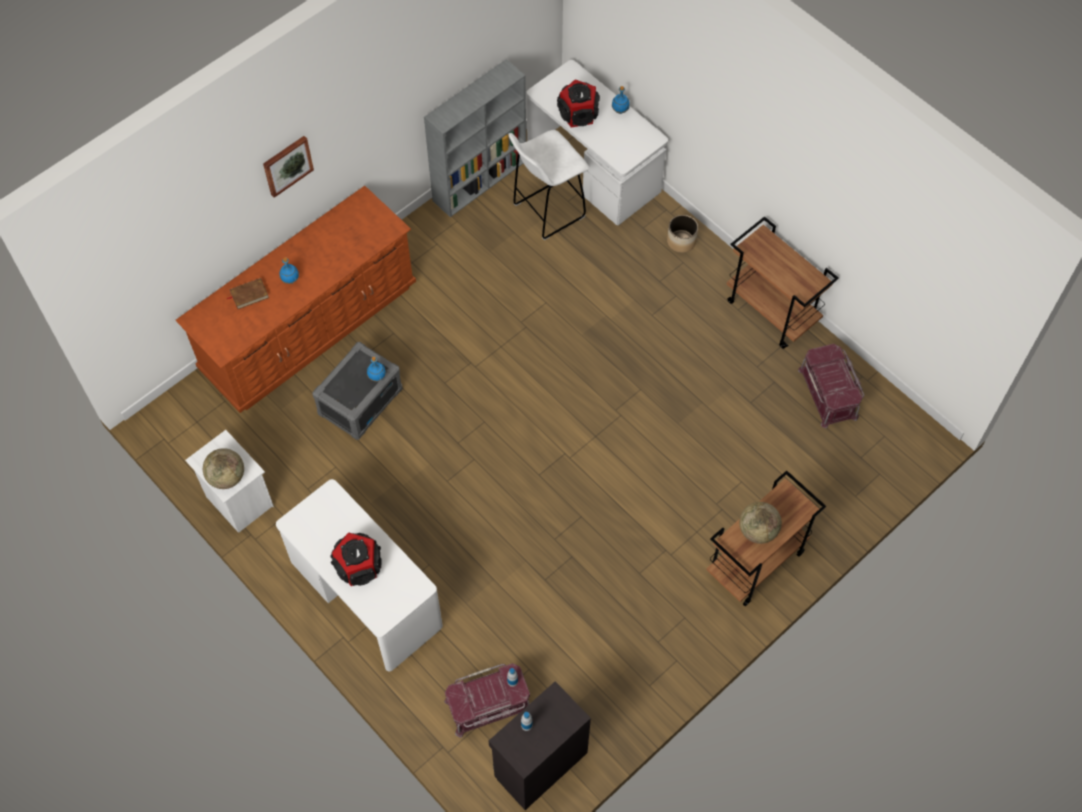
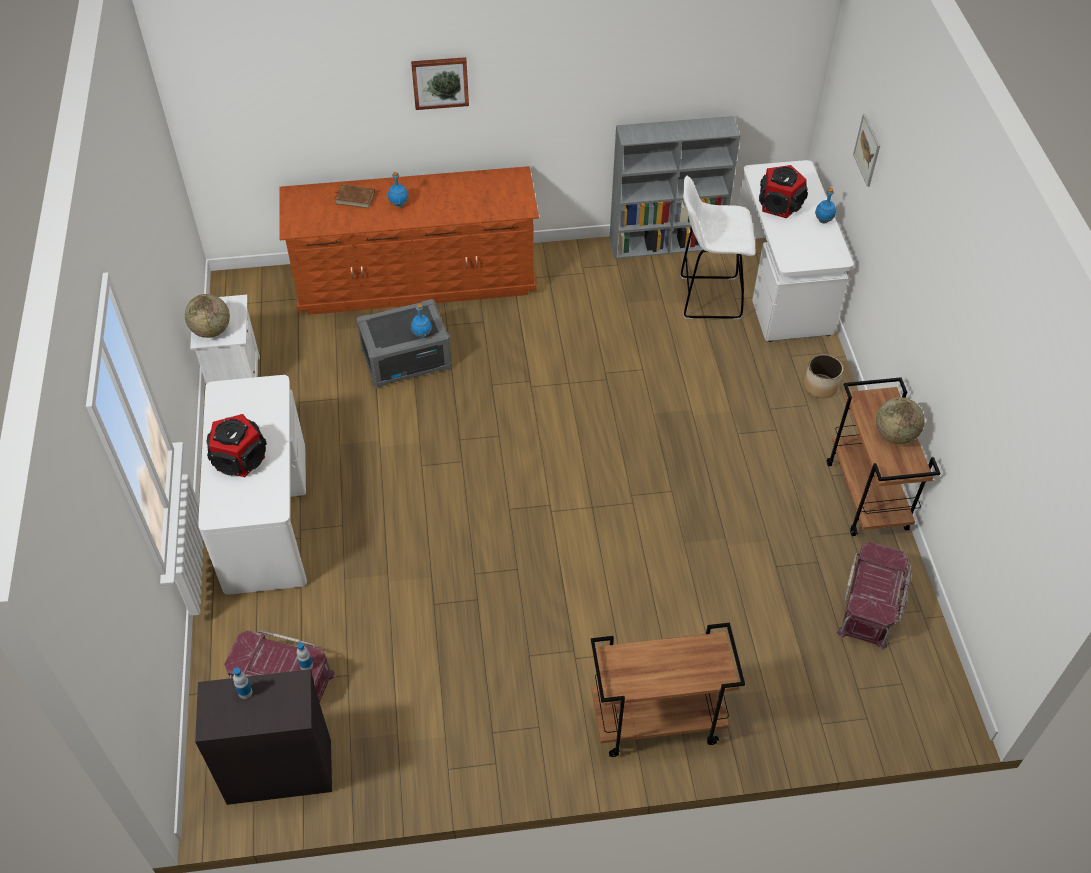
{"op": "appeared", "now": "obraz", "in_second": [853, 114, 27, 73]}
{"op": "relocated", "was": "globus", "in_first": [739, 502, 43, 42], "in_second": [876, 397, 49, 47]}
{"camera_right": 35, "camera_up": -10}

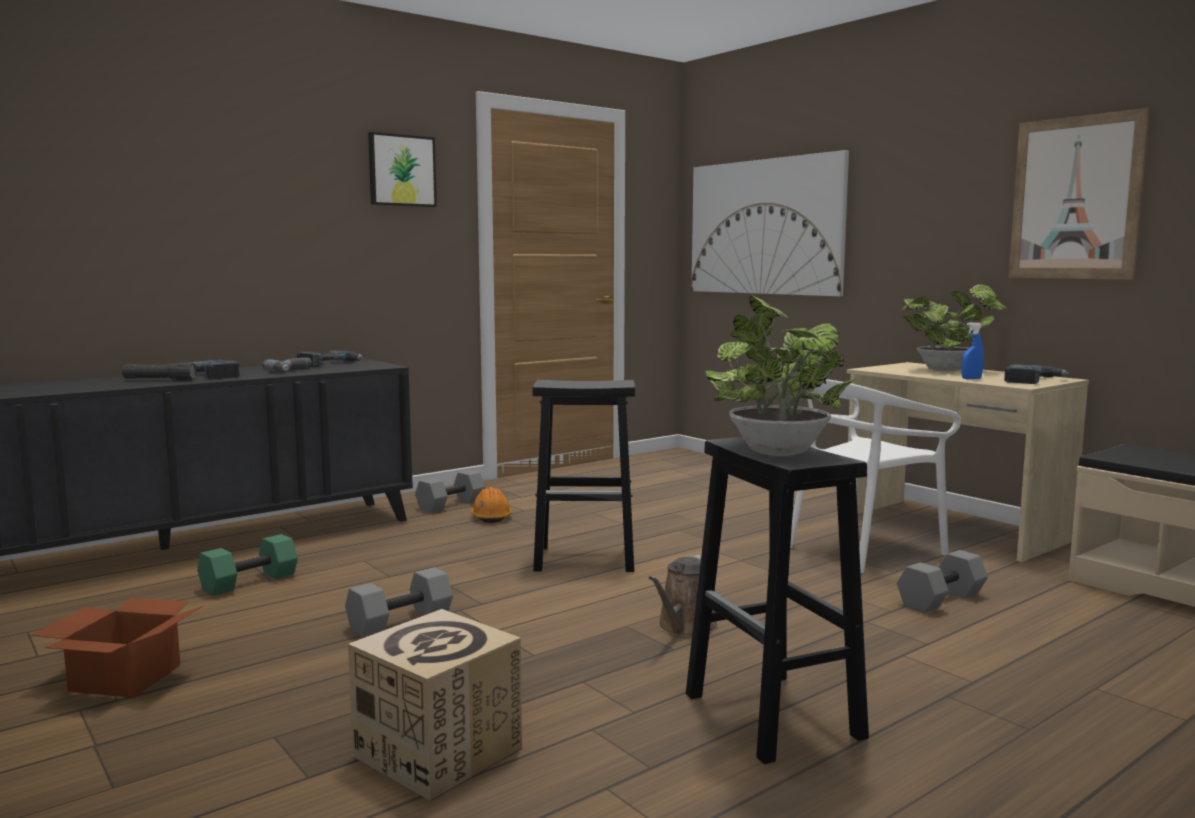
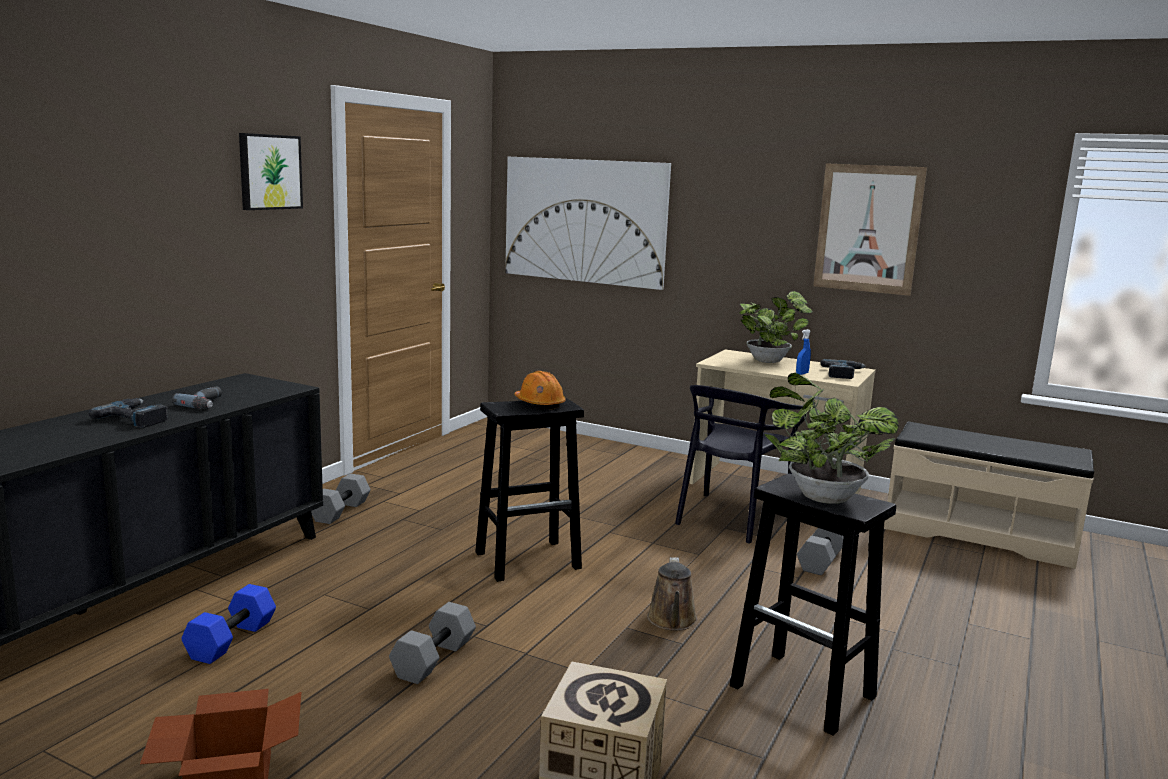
{"op": "colour", "was": "hantel (zielony)", "now": "hantel (niebieski)", "in_first": [197, 534, 101, 62], "in_second": [181, 584, 95, 80]}
{"op": "relocated", "was": "kask (pomarańczowy)", "in_first": [471, 487, 41, 36], "in_second": [514, 371, 52, 38]}
{"op": "colour", "was": "krzesło (biały)", "now": "krzesło (czarny)", "in_first": [790, 379, 171, 195], "in_second": [675, 385, 131, 158]}
{"op": "missing", "was": "latarka (czarny)", "in_first": [122, 362, 75, 19]}
{"op": "missing", "was": "wiertarka", "in_first": [297, 350, 67, 17]}
{"camera_right": -25, "camera_up": 5}

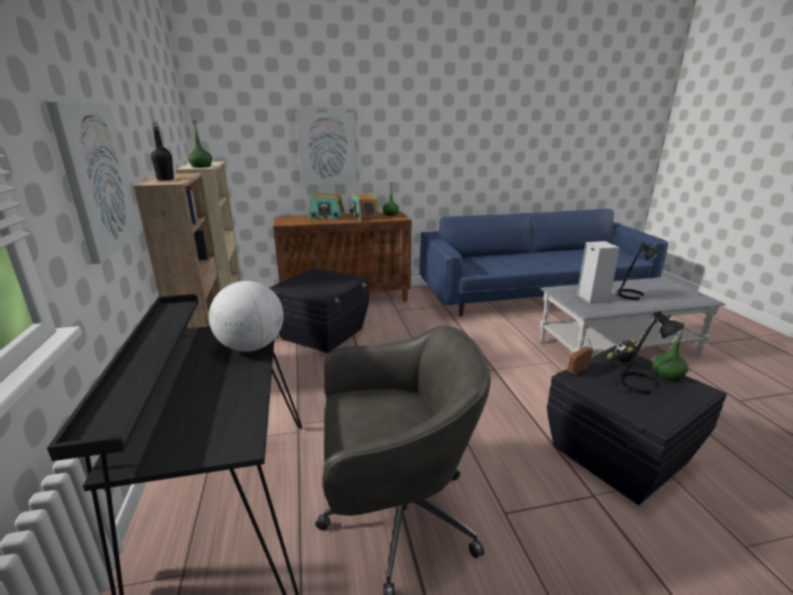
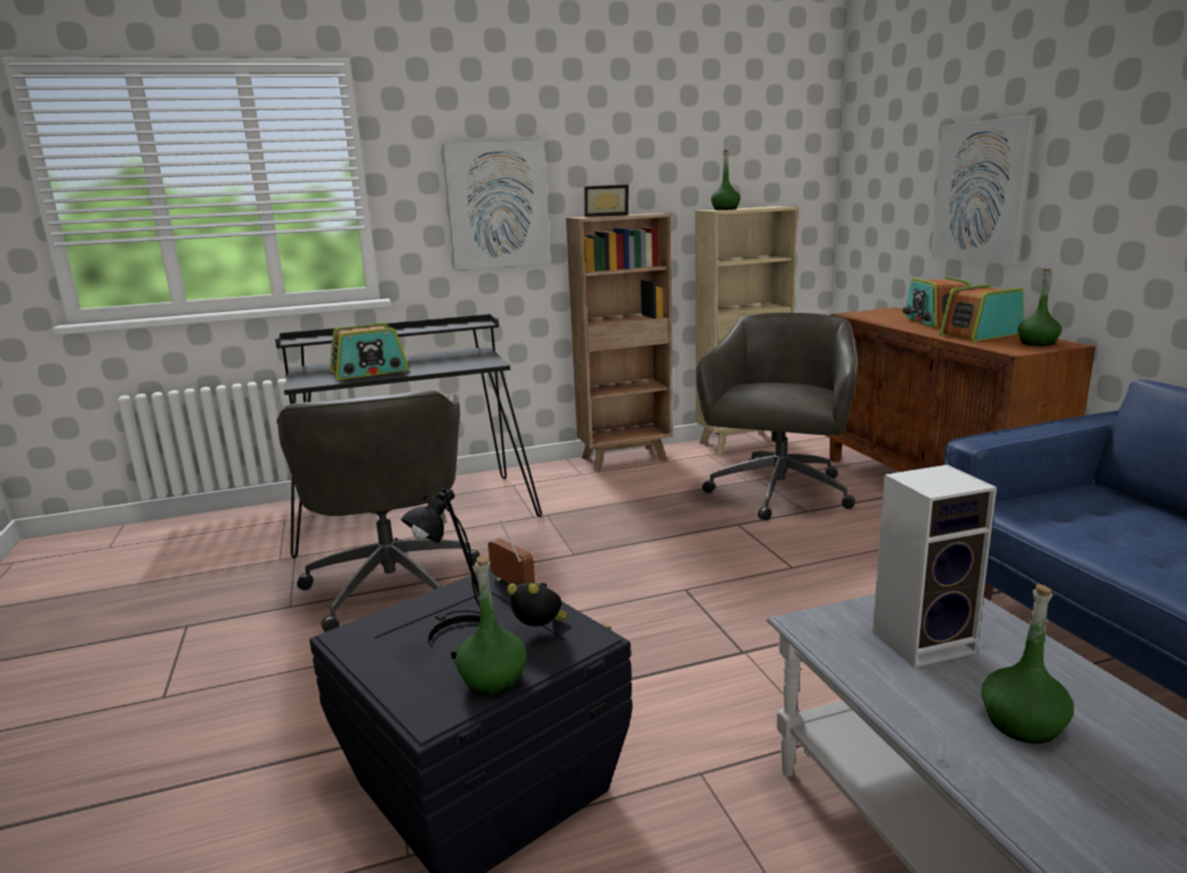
{"op": "appeared", "now": "radio", "in_second": [330, 323, 79, 57]}
{"op": "exchanged", "was": "butelka (czarny)", "now": "ramka na zdjęcie", "in_first": [150, 122, 24, 58], "in_second": [584, 185, 45, 32]}
{"op": "exchanged", "was": "pojemnik do przechowywania (czarny)", "now": "krzesło biurowe (szary)", "in_first": [269, 268, 100, 85], "in_second": [696, 313, 162, 208]}
{"op": "exchanged", "was": "lampa stołowa (czarny)", "now": "butelka (zielony)", "in_first": [616, 243, 44, 57], "in_second": [981, 584, 93, 160]}
{"op": "missing", "was": "globus", "in_first": [209, 281, 75, 71]}
{"camera_right": 85, "camera_up": -5}

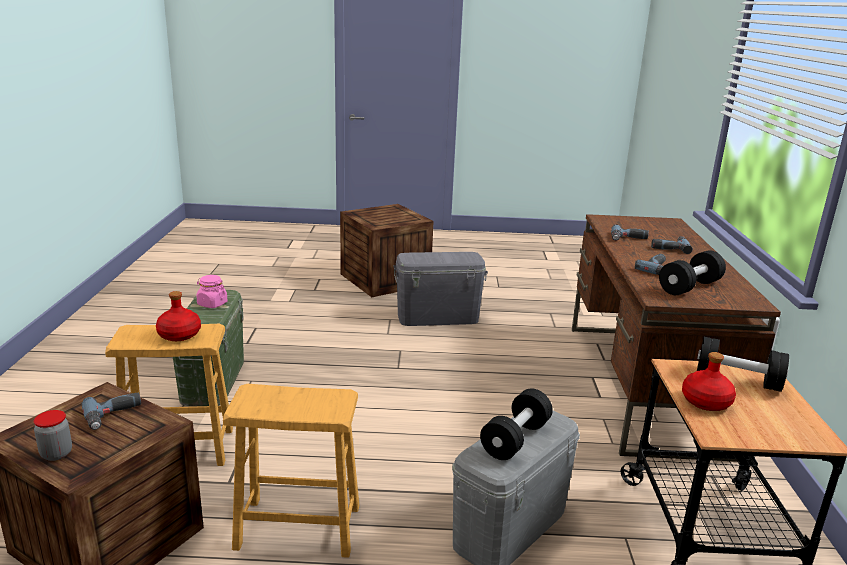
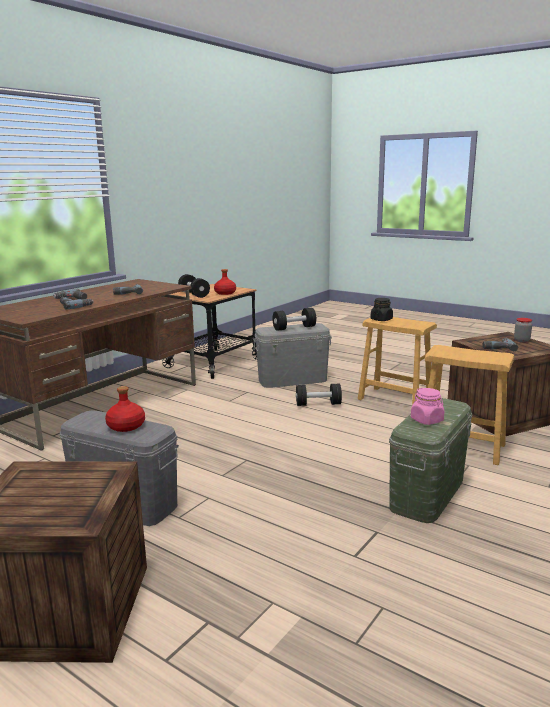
{"op": "relocated", "was": "butelka (czerwony)", "in_first": [156, 291, 45, 50], "in_second": [105, 386, 40, 46]}
{"op": "relocated", "was": "hantel (czarny)", "in_first": [659, 250, 67, 45], "in_second": [296, 383, 46, 23]}
{"op": "appeared", "now": "słoik (czarny)", "in_second": [371, 298, 22, 23]}
{"camera_right": -145, "camera_up": -5}

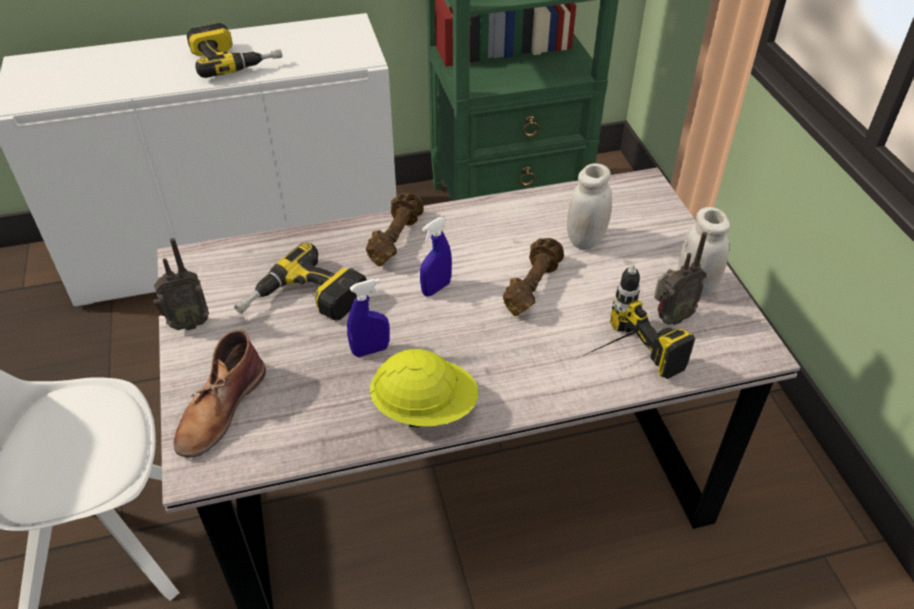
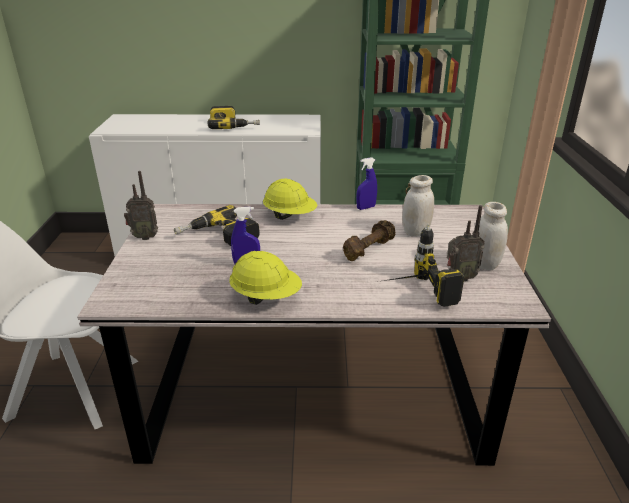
{"op": "exchanged", "was": "hantel (brązowy)", "now": "kask (żółty)", "in_first": [366, 193, 58, 73], "in_second": [263, 179, 54, 41]}
{"op": "relocated", "was": "spryskiwacz (niebieski)", "in_first": [420, 217, 32, 80], "in_second": [356, 157, 21, 53]}
{"op": "missing", "was": "but z cholewką (brązowy)", "in_first": [173, 330, 93, 128]}
{"camera_right": 15, "camera_up": -15}

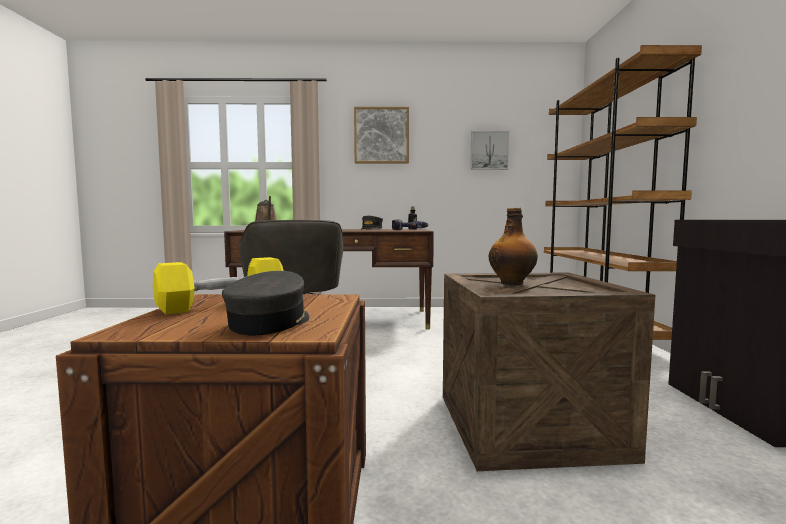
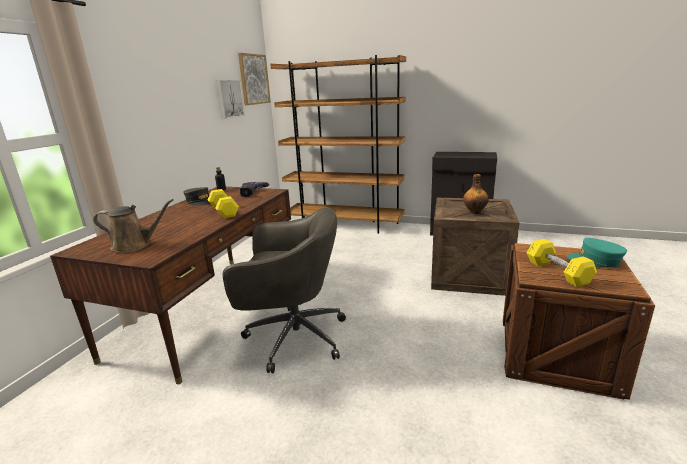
{"op": "appeared", "now": "hantel (żółty)", "in_second": [208, 189, 31, 29]}
{"op": "relocated", "was": "obraz", "in_first": [354, 107, 55, 56], "in_second": [238, 53, 33, 52]}
{"op": "colour", "was": "czapka z daszkiem (szary)", "now": "czapka z daszkiem (turkusowy)", "in_first": [222, 271, 87, 65], "in_second": [567, 238, 60, 29]}
{"camera_right": -70, "camera_up": 15}

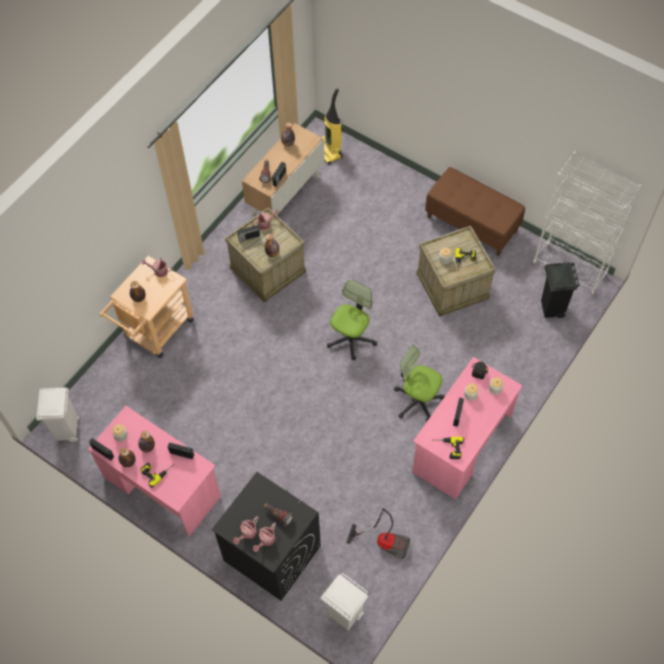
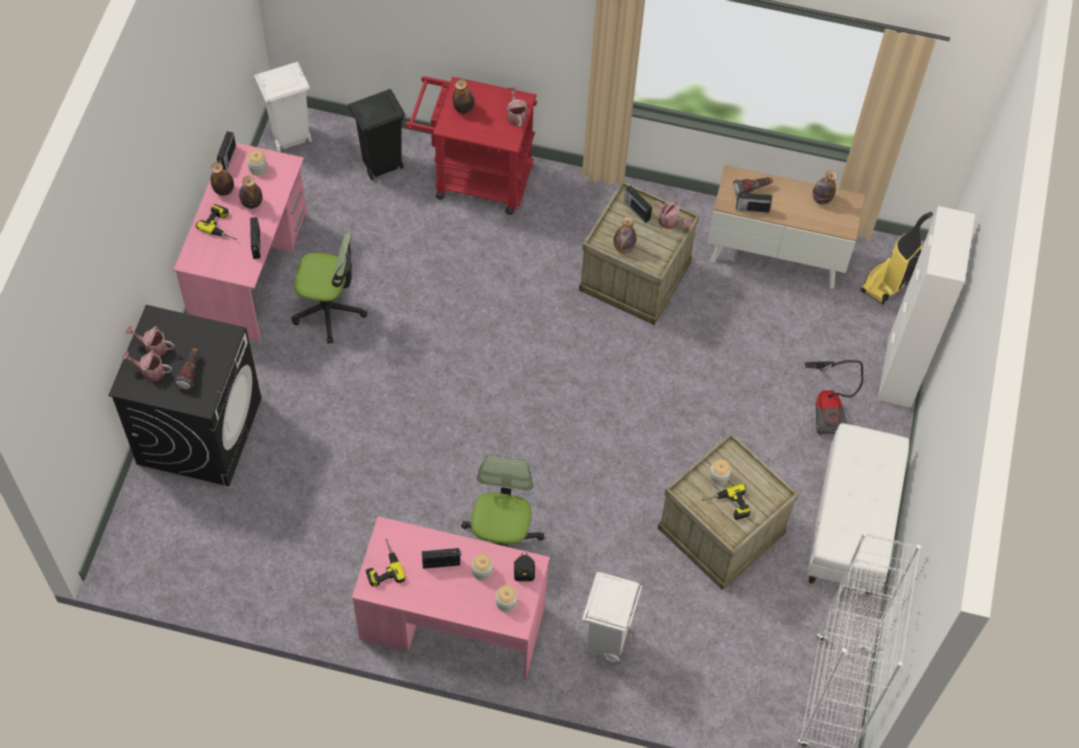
{"op": "relocated", "was": "krzesło biurowe", "in_first": [327, 279, 50, 81], "in_second": [291, 232, 76, 112]}
{"op": "relocated", "was": "kosz na śmieci (czarny)", "in_first": [541, 262, 39, 56], "in_second": [348, 89, 57, 91]}
{"op": "colour", "was": "wózek (beżowy)", "now": "wózek (czerwony)", "in_first": [99, 256, 95, 102], "in_second": [405, 76, 132, 139]}
{"op": "relocated", "was": "kosz na śmieci (biały)", "in_first": [321, 573, 47, 57], "in_second": [582, 572, 61, 90]}
{"op": "relocated", "was": "odkurzacz", "in_first": [346, 508, 64, 50], "in_second": [805, 360, 58, 75]}
{"op": "colour", "was": "ławka (brązowy)", "now": "ławka (biały)", "in_first": [425, 167, 100, 89], "in_second": [807, 423, 102, 174]}
{"op": "appeared", "now": "szafka (biały)", "in_second": [878, 206, 97, 202]}
{"camera_right": 65, "camera_up": 0}

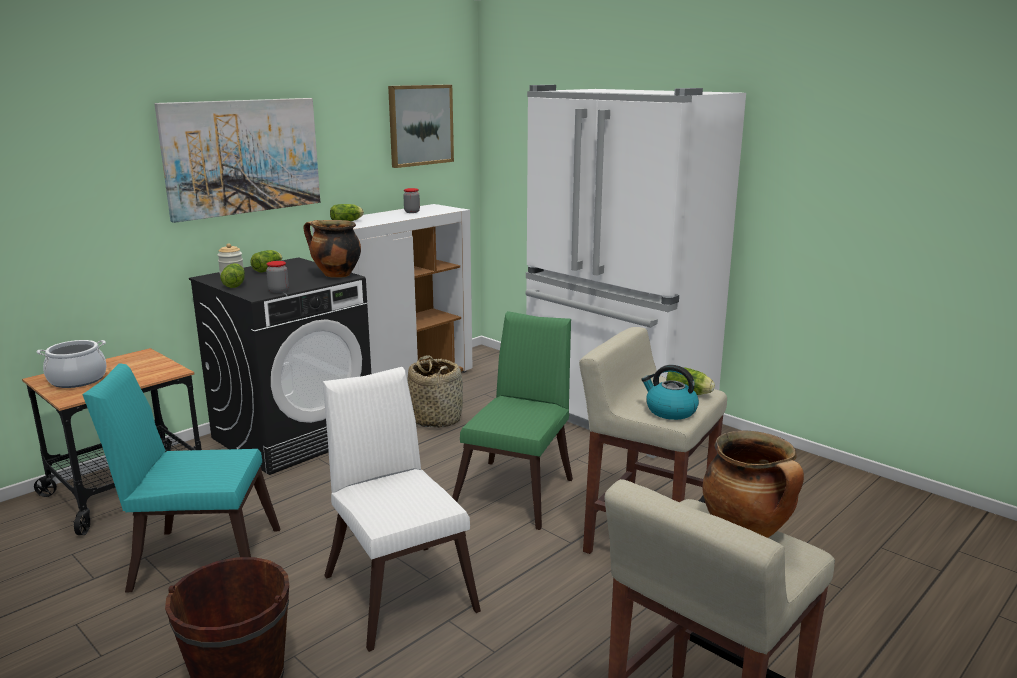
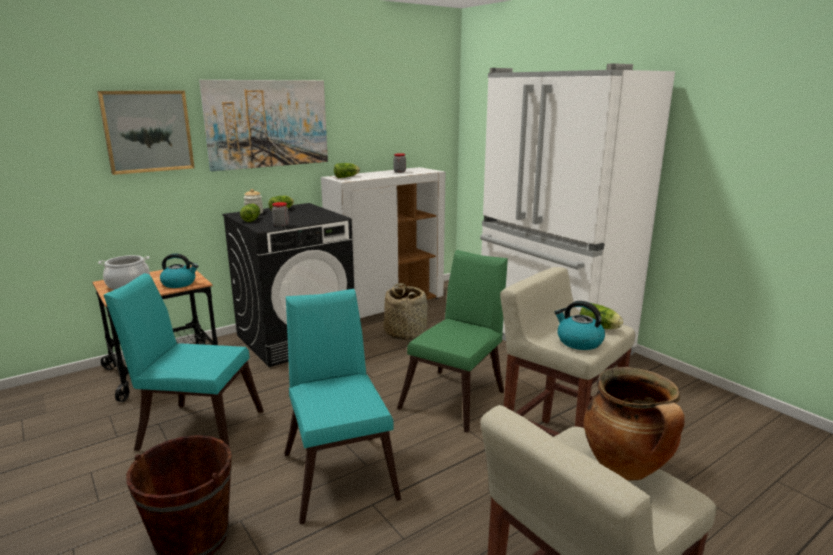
{"op": "relocated", "was": "obraz", "in_first": [388, 85, 66, 83], "in_second": [97, 91, 98, 84]}
{"op": "appeared", "now": "czajnik", "in_second": [160, 254, 38, 34]}
{"op": "colour", "was": "krzesło (biały)", "now": "krzesło (turkusowy)", "in_first": [323, 367, 158, 285], "in_second": [284, 289, 117, 236]}
{"op": "missing", "was": "garnek", "in_first": [303, 220, 58, 58]}
{"camera_right": 10, "camera_up": 0}

